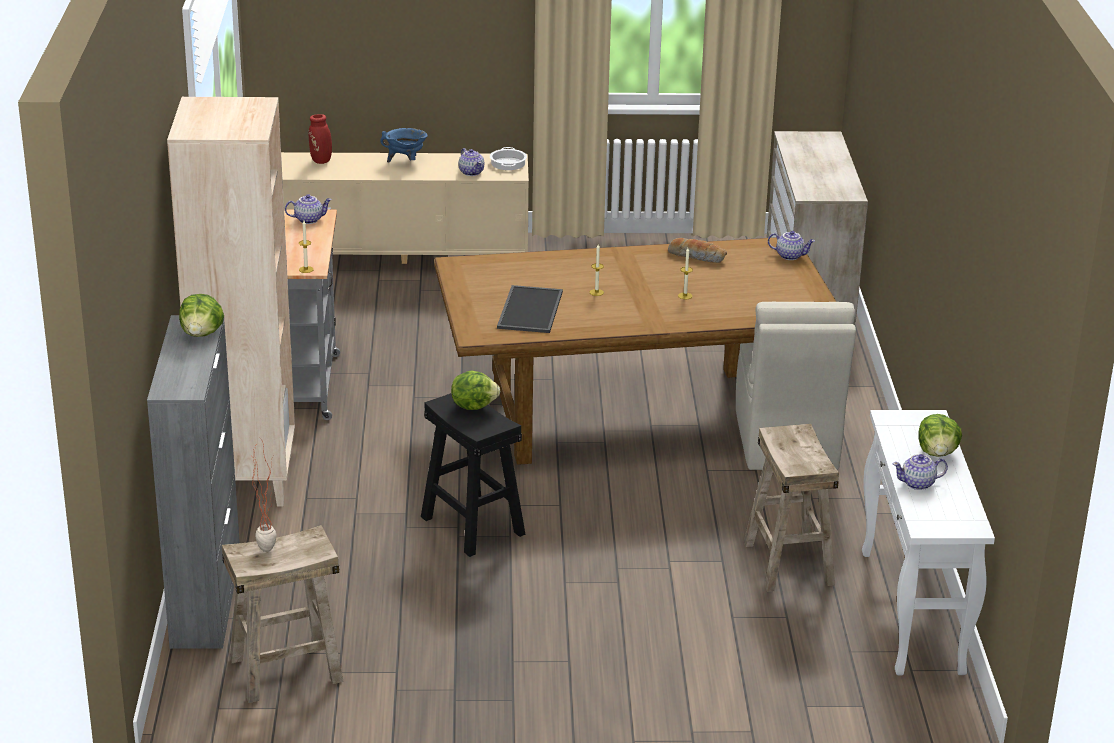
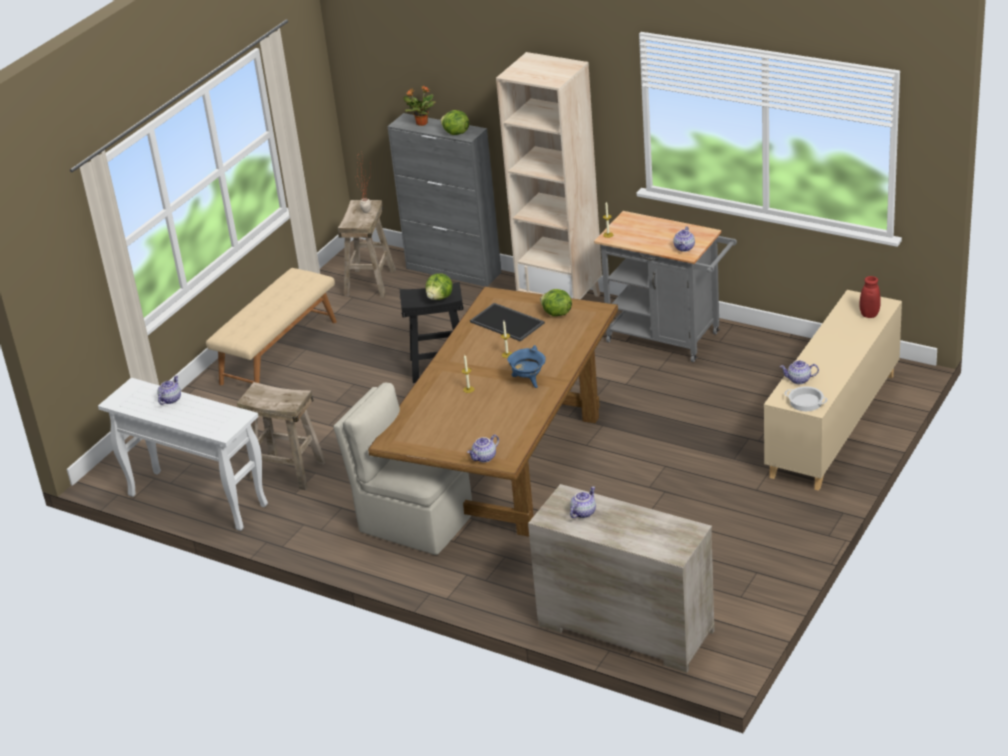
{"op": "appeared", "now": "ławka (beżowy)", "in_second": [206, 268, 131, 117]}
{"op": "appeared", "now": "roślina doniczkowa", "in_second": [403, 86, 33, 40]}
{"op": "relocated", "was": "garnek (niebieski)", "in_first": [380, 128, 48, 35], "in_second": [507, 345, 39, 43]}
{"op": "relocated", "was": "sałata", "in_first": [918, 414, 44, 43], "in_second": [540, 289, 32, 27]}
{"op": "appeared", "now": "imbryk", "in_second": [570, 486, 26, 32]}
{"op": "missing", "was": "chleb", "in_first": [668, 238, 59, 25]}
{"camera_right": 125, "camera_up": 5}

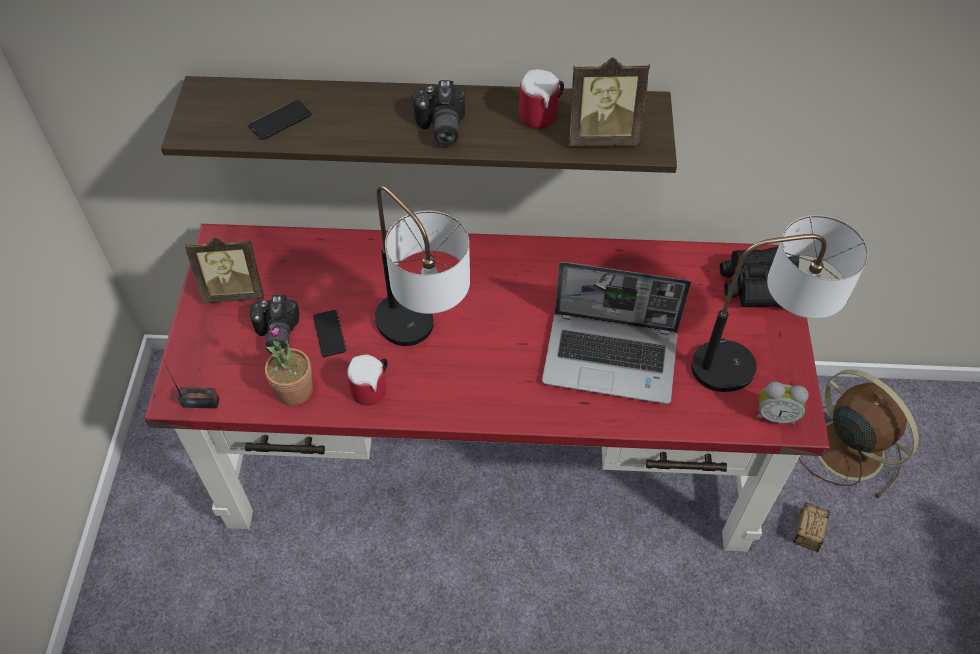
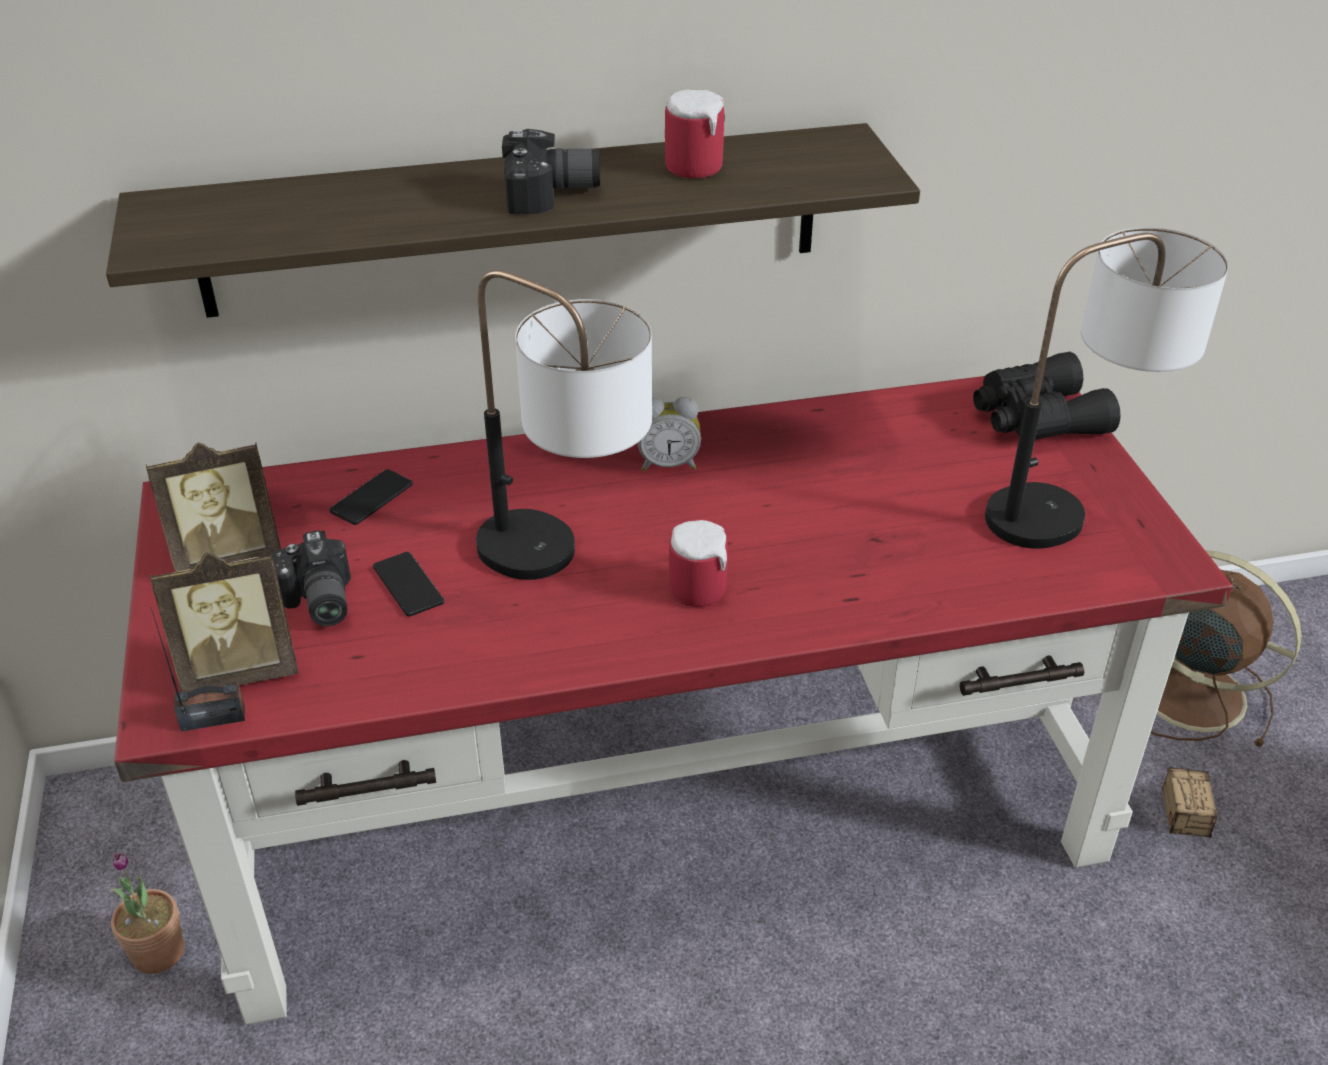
{"op": "relocated", "was": "roślina doniczkowa", "in_first": [265, 324, 48, 82], "in_second": [110, 852, 74, 122]}
{"op": "relocated", "was": "ramka na zdjęcie", "in_first": [569, 57, 81, 89], "in_second": [150, 552, 148, 139]}
{"op": "relocated", "was": "telefon", "in_first": [248, 100, 64, 40], "in_second": [329, 469, 84, 56]}
{"op": "spun", "was": "aparat fotograficzny", "in_first": [413, 80, 52, 67], "in_second": [502, 129, 98, 85], "clockwise": -75}
{"op": "relocated", "was": "budzik", "in_first": [756, 382, 53, 43], "in_second": [637, 397, 64, 74]}
{"op": "relocated", "was": "kubek", "in_first": [347, 355, 41, 51], "in_second": [669, 520, 59, 87]}
{"op": "missing", "was": "laptop", "in_first": [542, 262, 149, 142]}
{"camera_right": -15, "camera_up": -15}

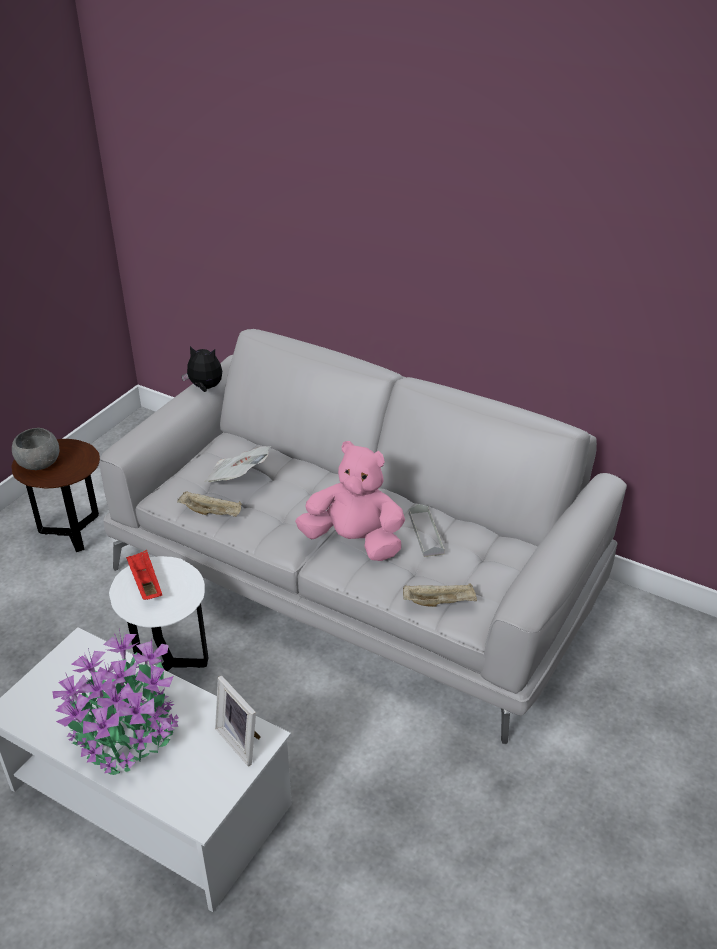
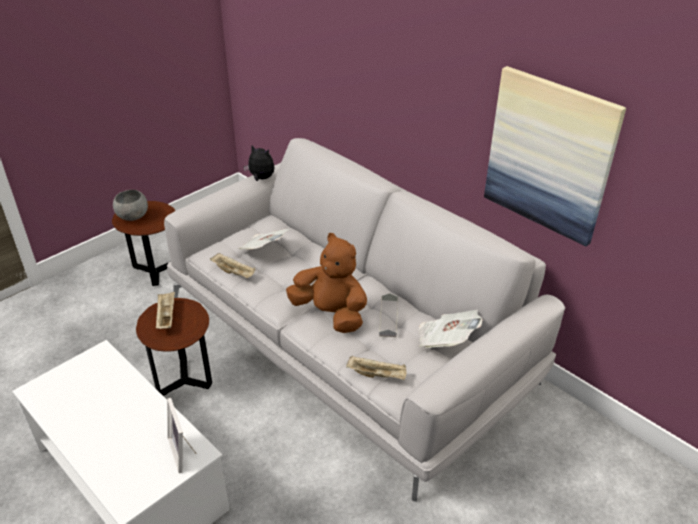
{"op": "colour", "was": "stolik (biały)", "now": "stolik (brązowy)", "in_first": [109, 556, 99, 116], "in_second": [136, 298, 76, 98]}
{"op": "colour", "was": "taca (czerwony)", "now": "taca (beżowy)", "in_first": [126, 549, 36, 51], "in_second": [156, 292, 19, 37]}
{"op": "colour", "was": "pluszak (różowy)", "now": "pluszak (brązowy)", "in_first": [295, 441, 110, 120], "in_second": [286, 233, 81, 100]}
{"op": "appeared", "now": "gazeta", "in_second": [419, 310, 63, 38]}
{"op": "appeared", "now": "obraz", "in_second": [484, 66, 142, 181]}
{"op": "missing", "was": "roślina doniczkowa", "in_first": [52, 629, 126, 146]}
{"camera_right": 15, "camera_up": 0}

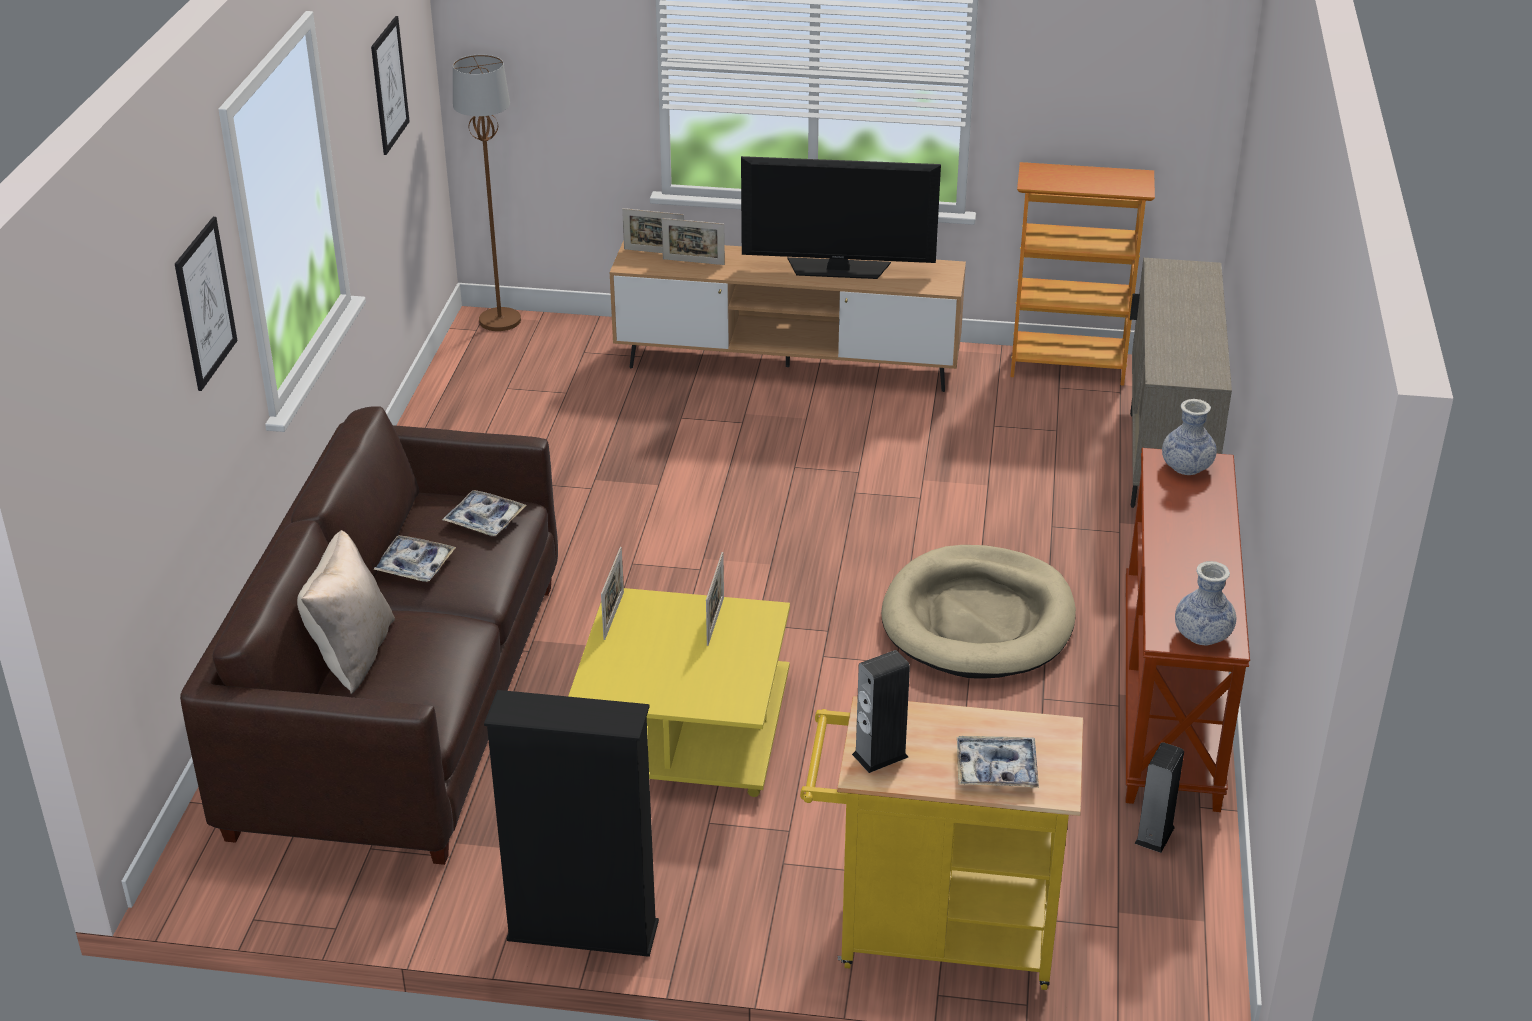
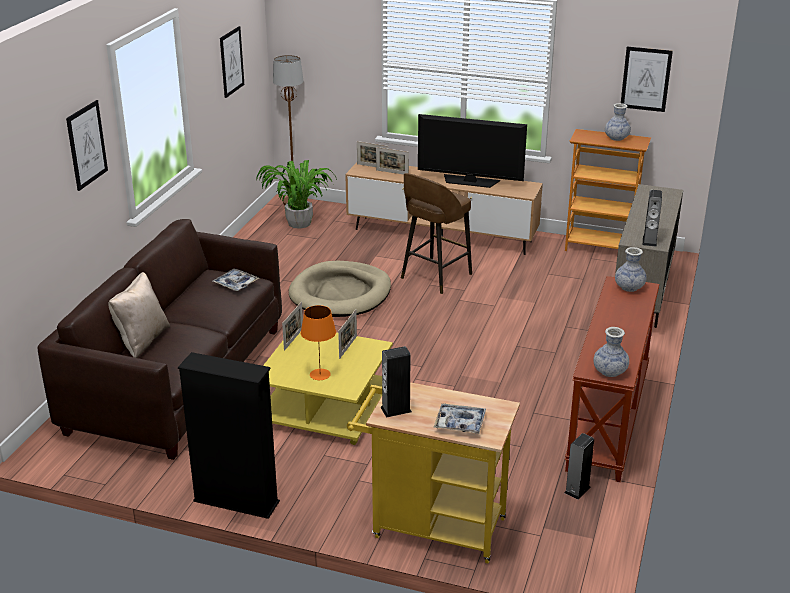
{"op": "appeared", "now": "roślina doniczkowa", "in_second": [256, 160, 81, 69]}
{"op": "relocated", "was": "legowisko (beżowy)", "in_first": [881, 545, 195, 134], "in_second": [289, 261, 102, 56]}
{"op": "appeared", "now": "lampa stołowa (pomarańczowy)", "in_second": [301, 305, 35, 75]}
{"op": "appeared", "now": "stołek (brązowy)", "in_second": [401, 173, 71, 121]}
{"op": "appeared", "now": "wazon", "in_second": [605, 103, 26, 38]}
{"op": "appeared", "now": "obraz", "in_second": [621, 47, 52, 65]}
{"op": "appeared", "now": "głośnik", "in_second": [643, 190, 19, 57]}
{"op": "missing", "was": "taca", "in_first": [374, 535, 82, 47]}
{"camera_right": 10, "camera_up": -5}

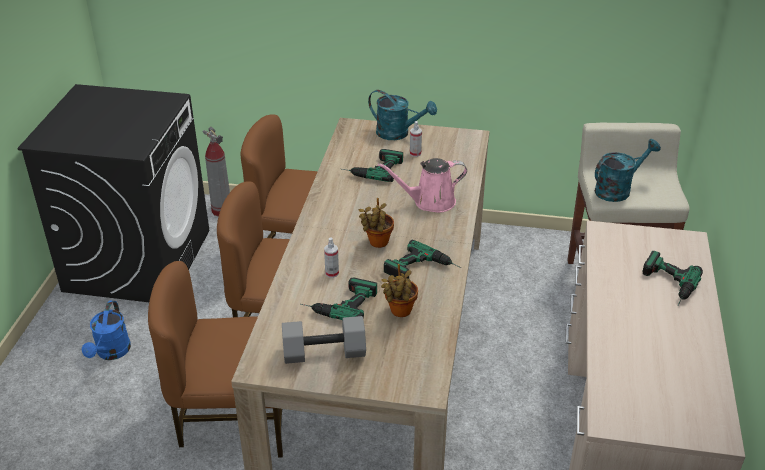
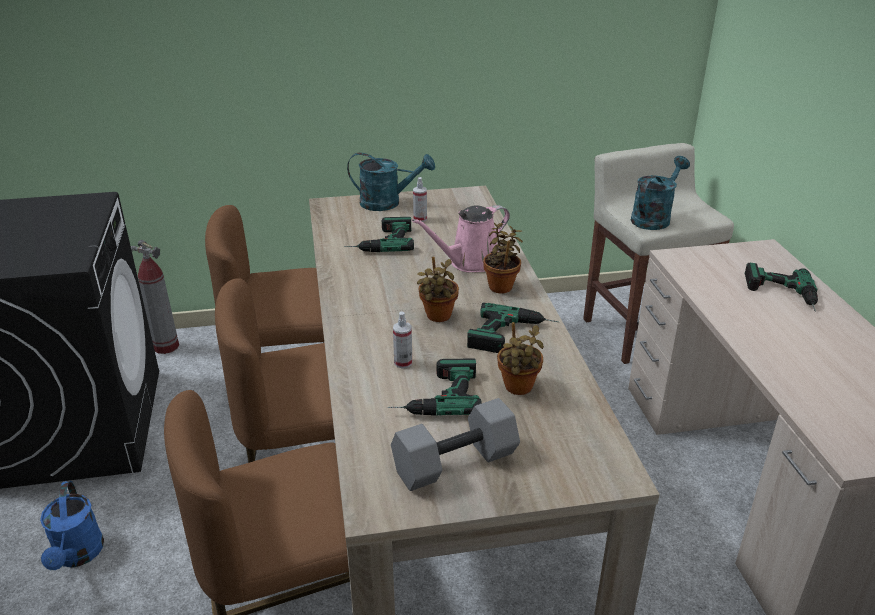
{"op": "appeared", "now": "roślina doniczkowa", "in_second": [483, 223, 40, 71]}
{"camera_right": -20, "camera_up": -5}

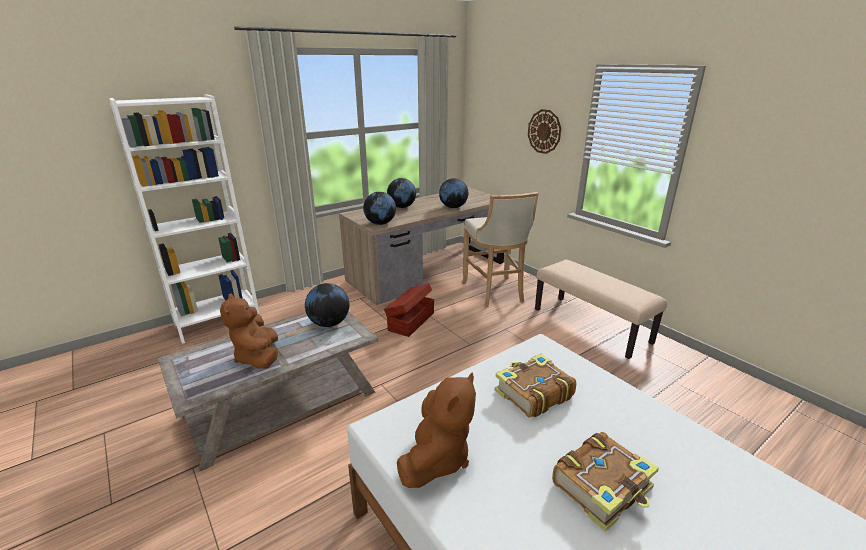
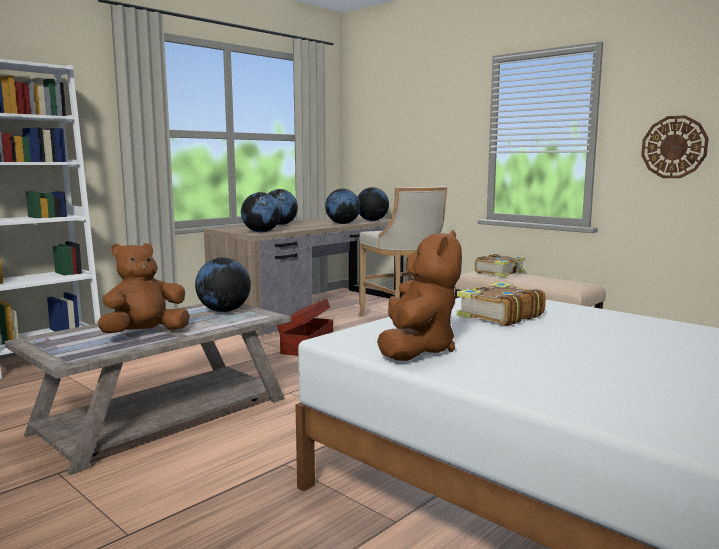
{"op": "spun", "was": "pluszak (brązowy)", "in_first": [220, 293, 58, 76], "in_second": [98, 243, 92, 90], "clockwise": 75}
{"op": "appeared", "now": "globus", "in_second": [358, 187, 31, 34]}
{"op": "relocated", "was": "książka", "in_first": [552, 432, 107, 100], "in_second": [475, 254, 51, 23]}
{"op": "relocated", "was": "zegar ścienny", "in_first": [528, 109, 33, 45], "in_second": [641, 115, 68, 63]}
{"camera_right": -10, "camera_up": -15}

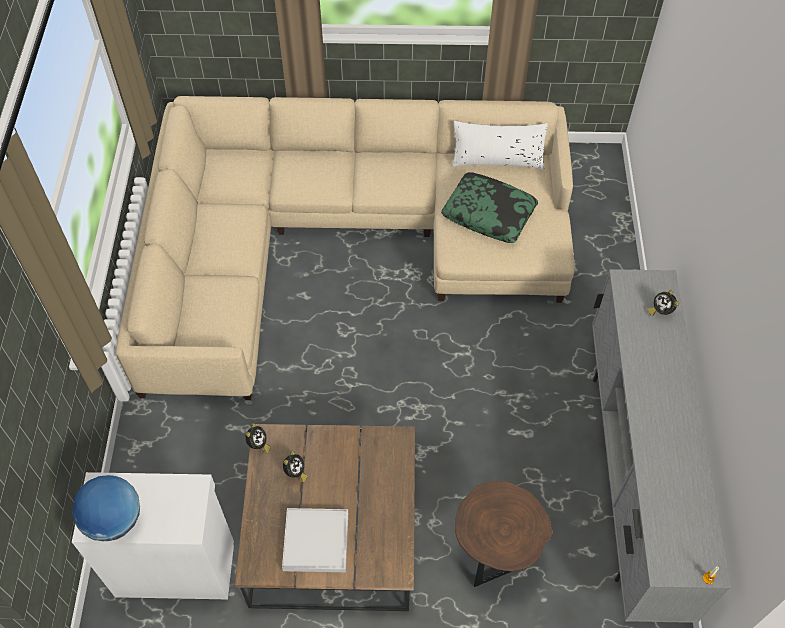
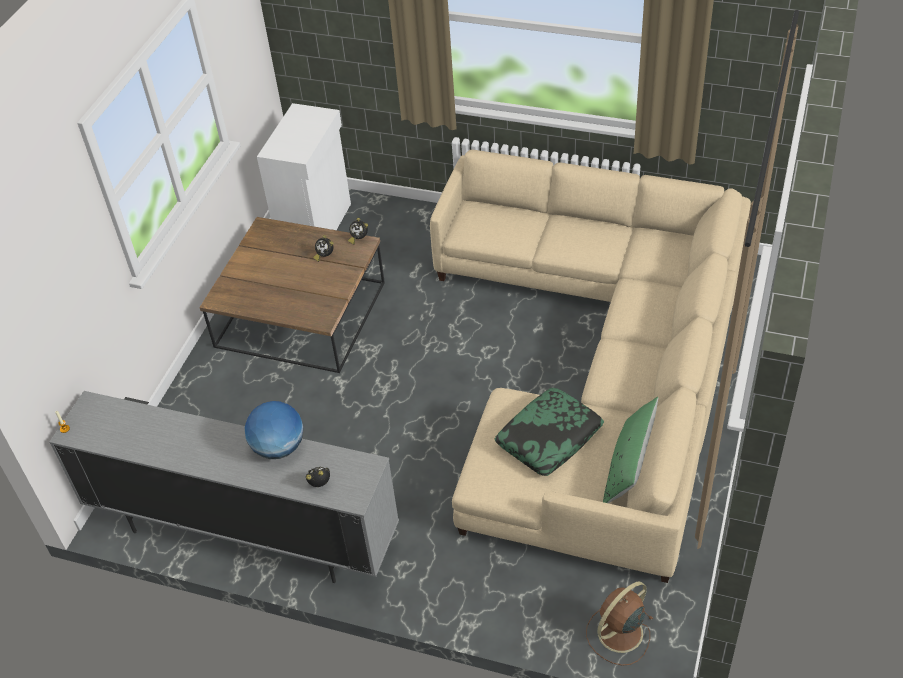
{"op": "relocated", "was": "globus", "in_first": [72, 475, 68, 66], "in_second": [245, 401, 58, 58]}
{"op": "appeared", "now": "wentylator (brązowy)", "in_second": [586, 581, 67, 85]}
{"op": "colour", "was": "poduszka (biały)", "now": "poduszka (zielony)", "in_first": [452, 121, 96, 48], "in_second": [603, 397, 55, 106]}
{"op": "missing", "was": "taca (biały)", "in_first": [282, 508, 66, 64]}
{"op": "missing", "was": "stolik (brązowy)", "in_first": [455, 481, 97, 106]}
{"camera_right": 110, "camera_up": -10}

